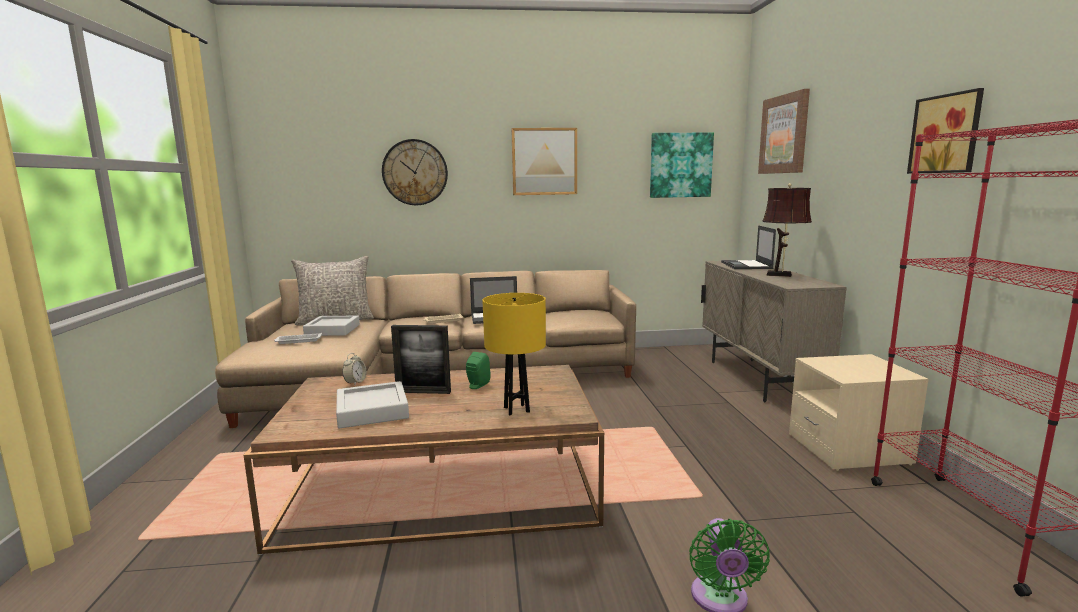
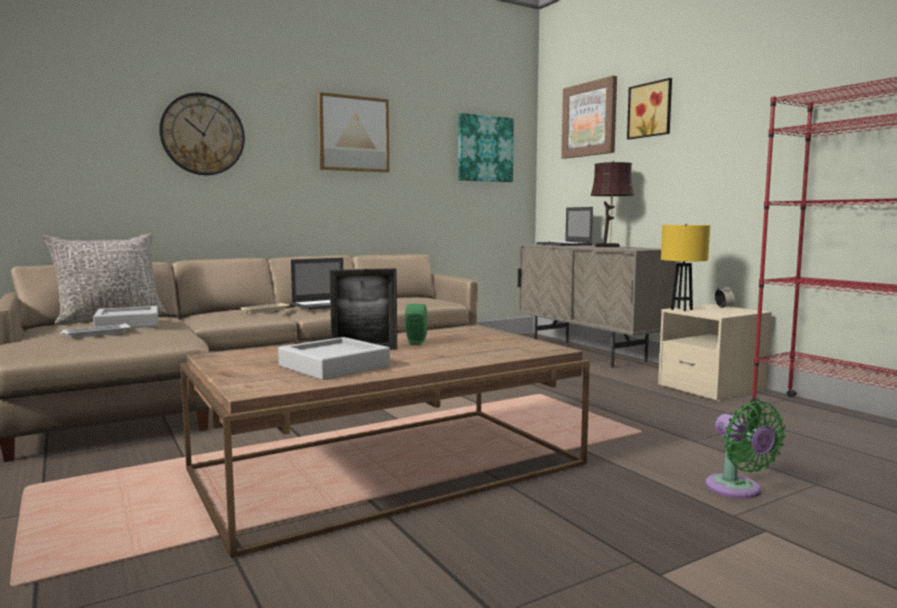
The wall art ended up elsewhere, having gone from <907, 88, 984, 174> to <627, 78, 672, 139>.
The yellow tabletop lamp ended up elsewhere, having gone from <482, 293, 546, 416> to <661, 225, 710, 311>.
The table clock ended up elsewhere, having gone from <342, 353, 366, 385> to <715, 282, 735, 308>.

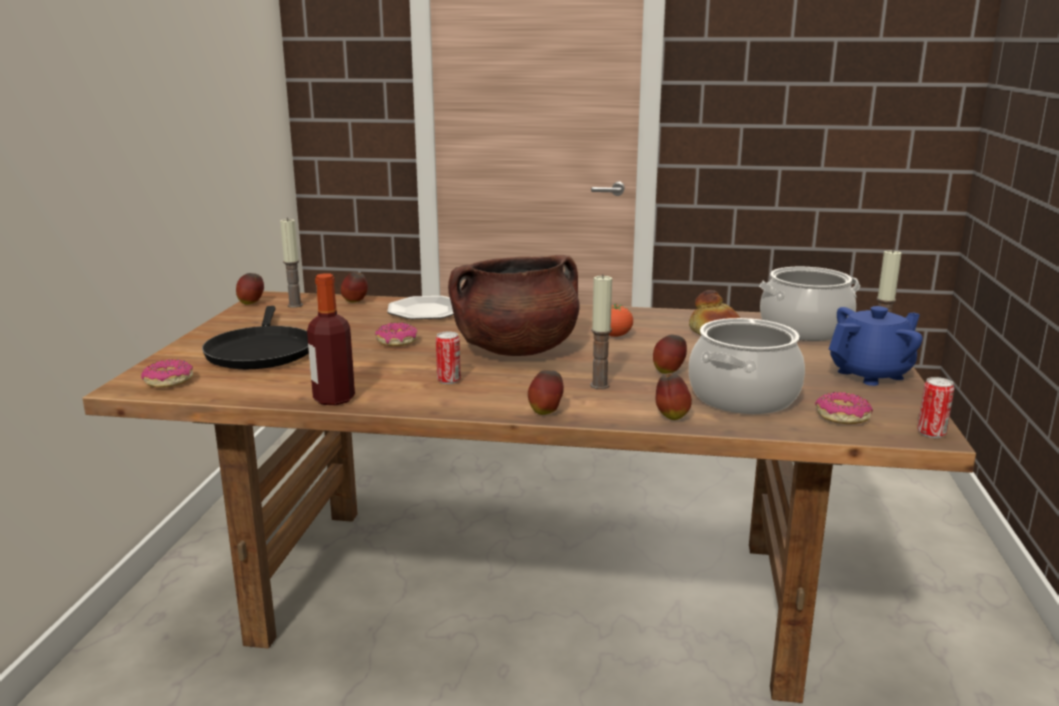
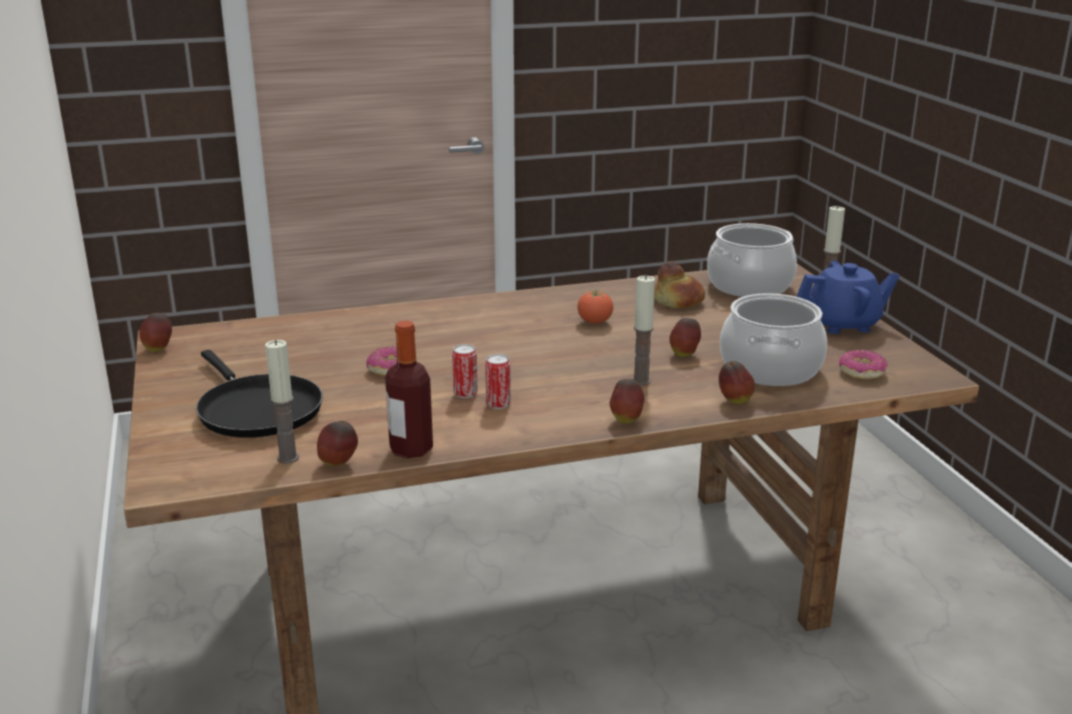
The candle ended up elsewhere, having gone from <280, 218, 303, 308> to <265, 340, 299, 464>.
The whole apple ended up elsewhere, having gone from <341, 272, 368, 302> to <317, 421, 358, 466>.
The metal can ended up elsewhere, having gone from <917, 377, 954, 438> to <452, 344, 478, 398>.
The blue pot for tea at <829, 306, 923, 386> ended up facing another way, 45 degrees clockwise from before.
The second view lost the ring doughnut at <141, 359, 193, 388>.
The second view lost the flat dish at <387, 296, 454, 319>.
The second view lost the brown saucepot at <448, 255, 580, 356>.

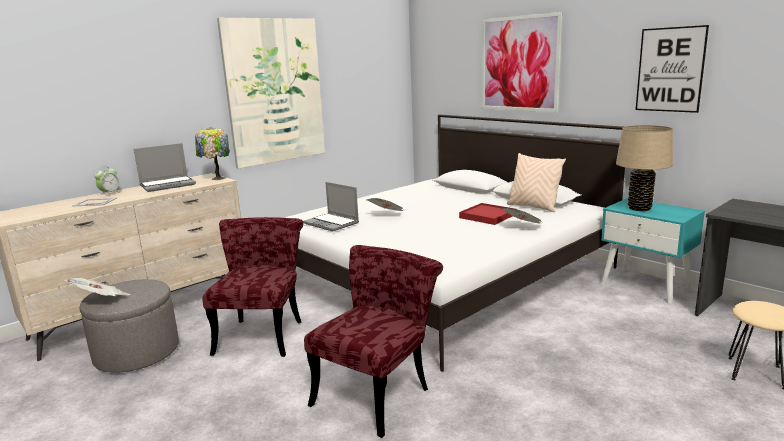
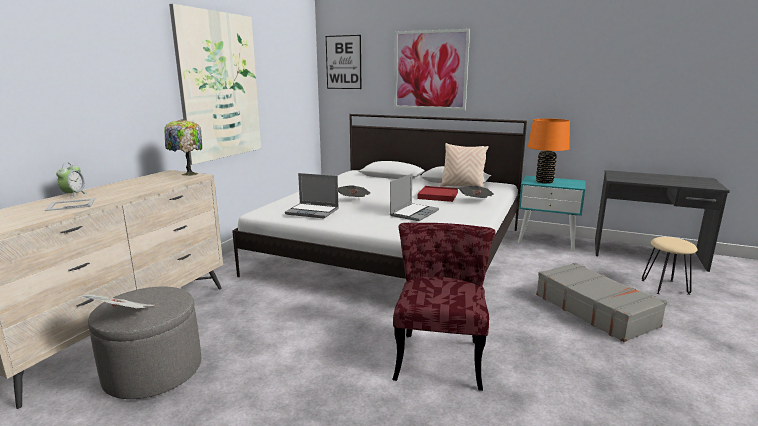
The wall art ended up elsewhere, having gone from <636, 25, 709, 113> to <326, 35, 361, 89>.
The portable computer ended up elsewhere, having gone from <134, 143, 196, 192> to <390, 174, 439, 221>.
What was the beige tabletop lamp at <616, 125, 673, 211> turned into the orangey tabletop lamp at <528, 118, 570, 184>.
The second view gained the greyish piece of luggage at <536, 263, 667, 342>.
The second view lost the reddish plain chair at <202, 217, 304, 357>.

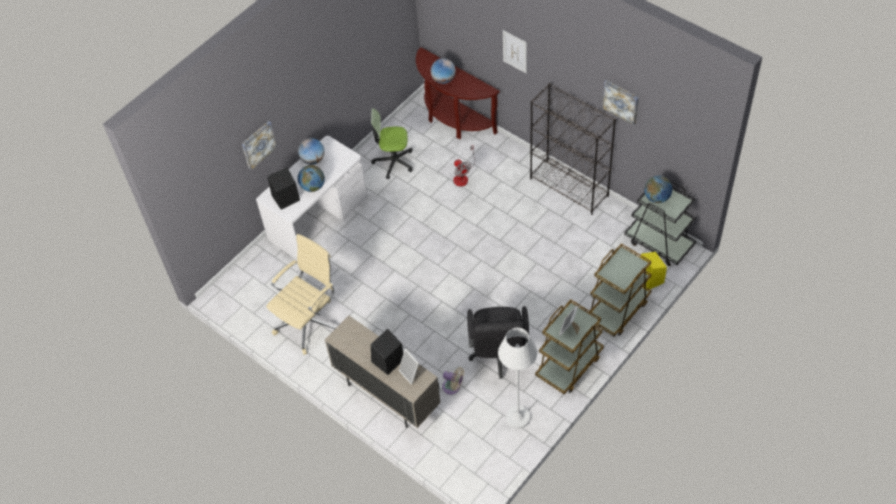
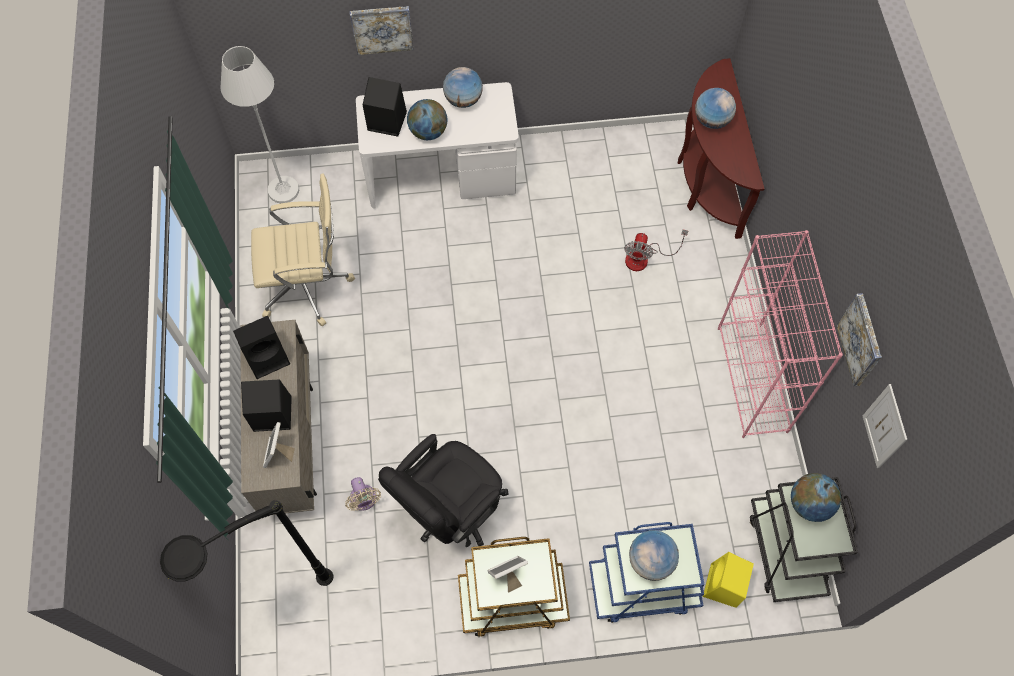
The second view gained the black standard lamp at <160, 500, 334, 586>.
The white standard lamp ended up elsewhere, having gone from <498, 328, 537, 429> to <220, 46, 299, 204>.
The second view gained the black loudspeaker at <233, 316, 290, 379>.
What was the brown trolley at <589, 243, 652, 336> turned into the blue trolley at <589, 522, 705, 623>.
The second view gained the world globe at <629, 530, 679, 581>.
What was the black shelving unit at <530, 83, 616, 215> turned into the pink-coloured shelving unit at <718, 230, 843, 438>.
The wall art ended up elsewhere, having gone from <503, 30, 527, 73> to <863, 384, 907, 468>.
The second view lost the office chair at <371, 108, 413, 179>.

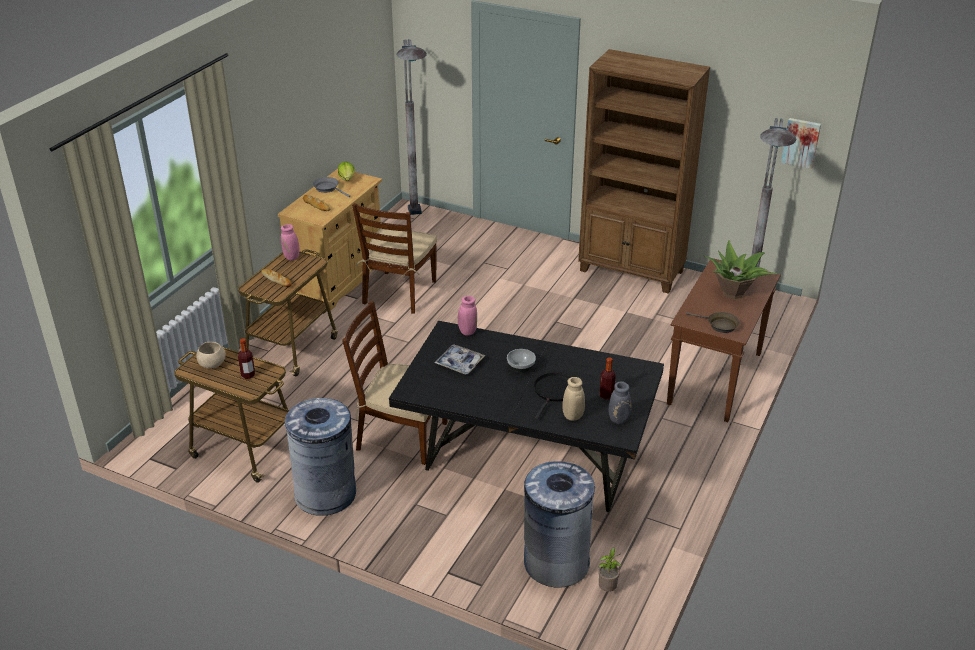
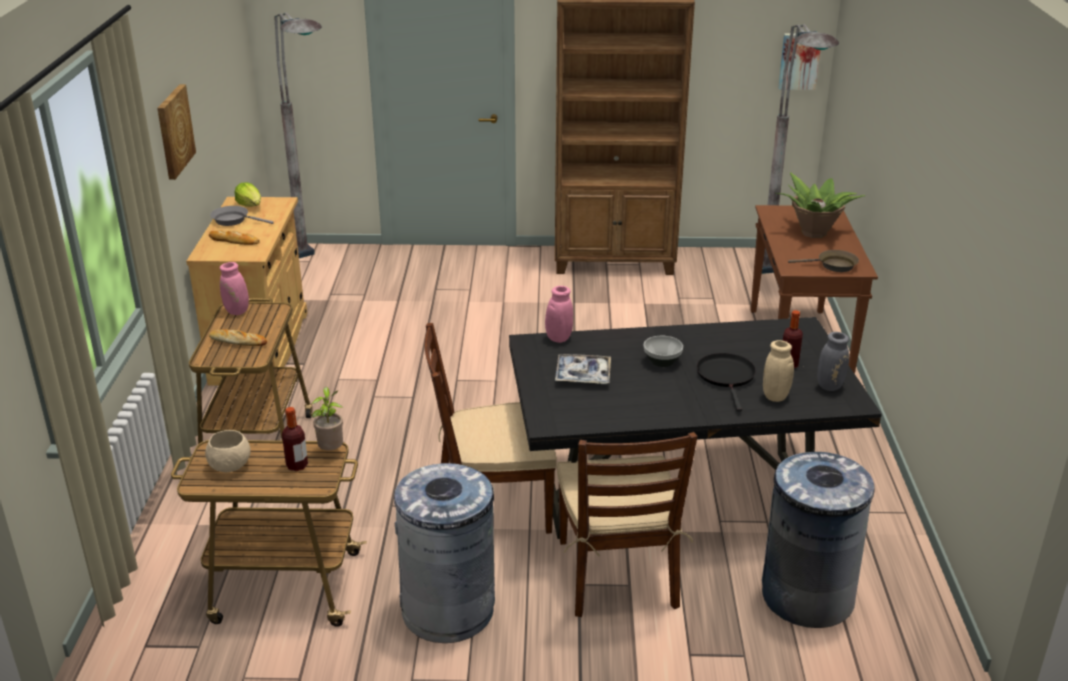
The second view gained the wall art at <157, 84, 196, 180>.
The houseplant ended up elsewhere, having gone from <598, 547, 621, 592> to <311, 387, 343, 450>.
The brown plain chair ended up elsewhere, having gone from <352, 203, 437, 313> to <557, 432, 698, 617>.

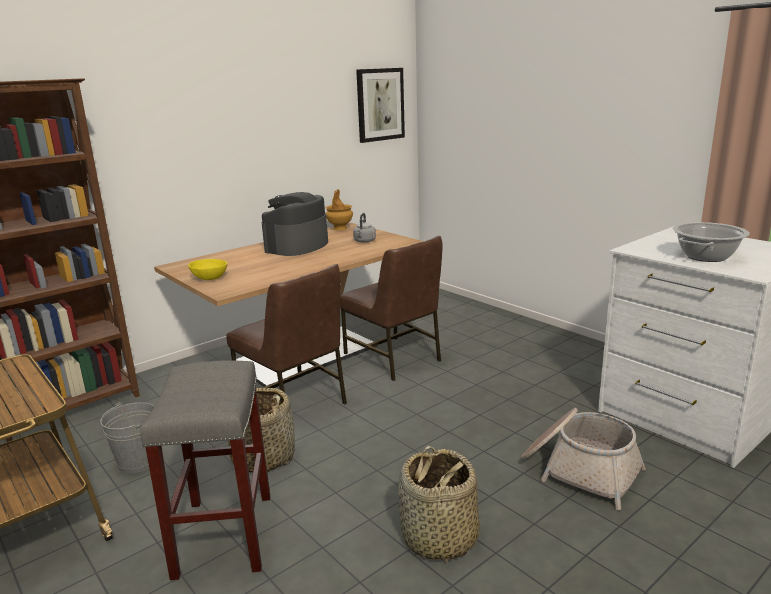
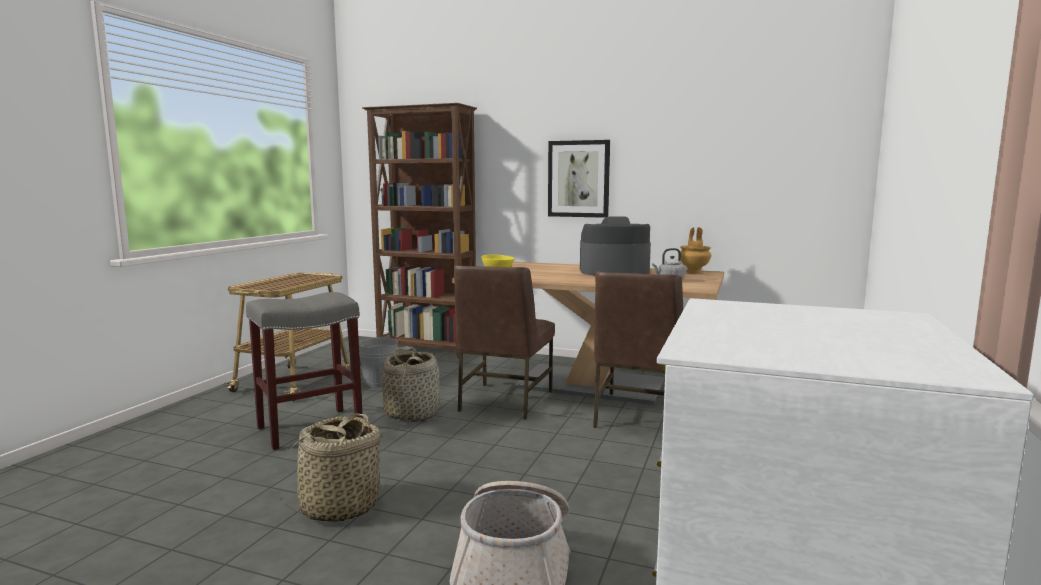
The wall art ended up elsewhere, having gone from <356, 68, 405, 143> to <548, 140, 610, 218>.
The second view lost the saucepot at <672, 222, 750, 262>.

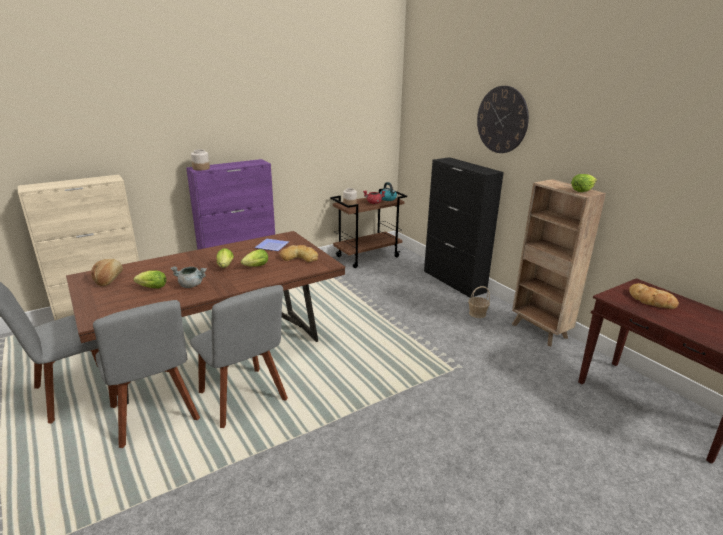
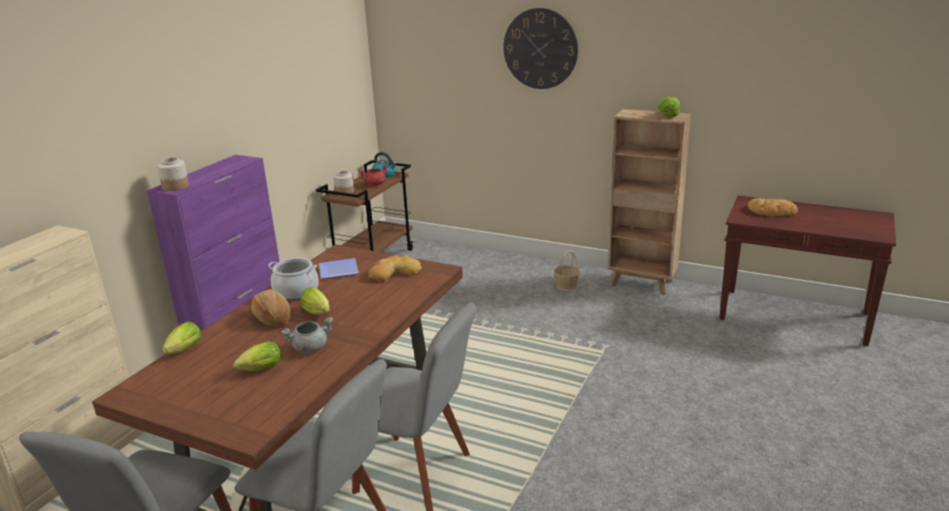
The lettuce head ended up elsewhere, having gone from <241, 249, 268, 267> to <162, 322, 201, 354>.
The baked bread ended up elsewhere, having gone from <91, 259, 123, 286> to <251, 289, 291, 327>.
The second view gained the saucepot at <268, 258, 319, 300>.
The second view lost the black cabinet at <424, 157, 504, 298>.

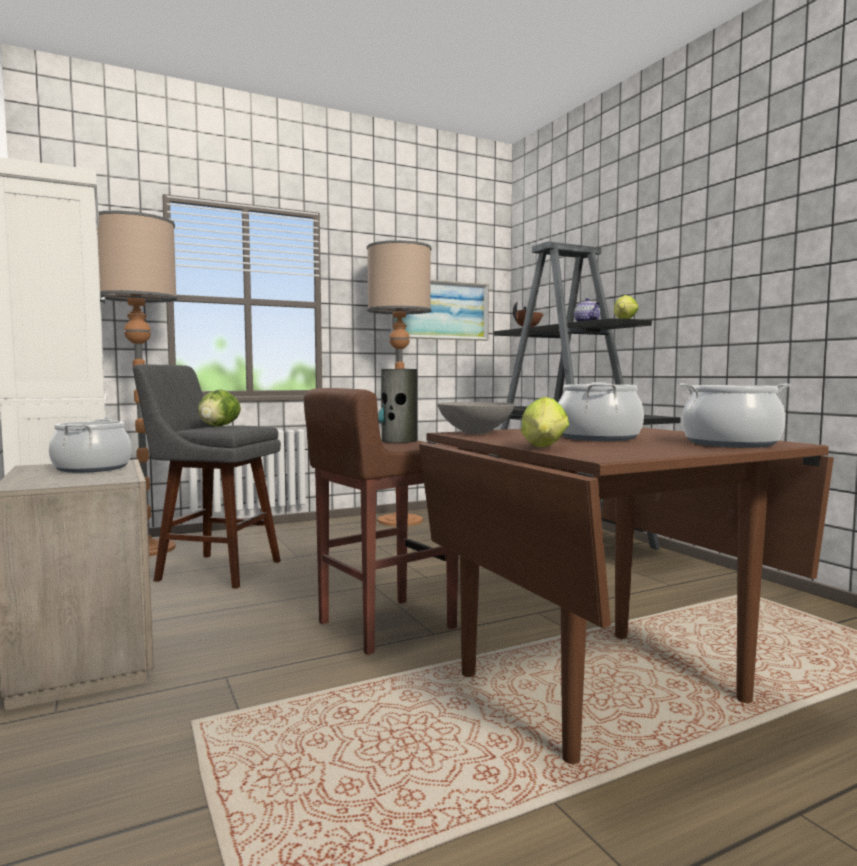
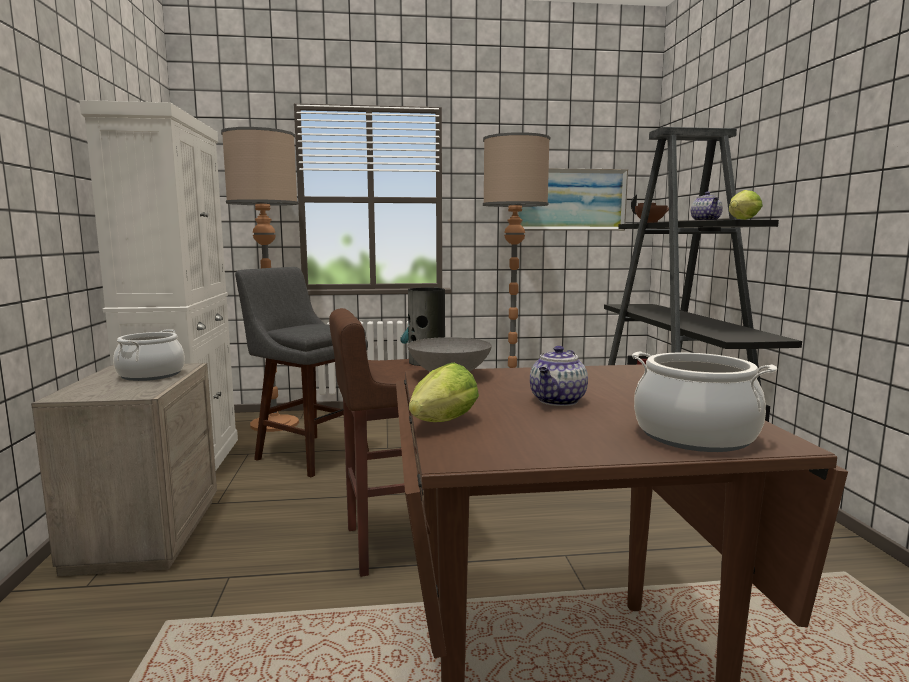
Where the saucepot stood at <558, 382, 644, 441>, the pot for tea came to stand at <530, 346, 588, 406>.
The second view lost the lettuce head at <198, 389, 241, 426>.

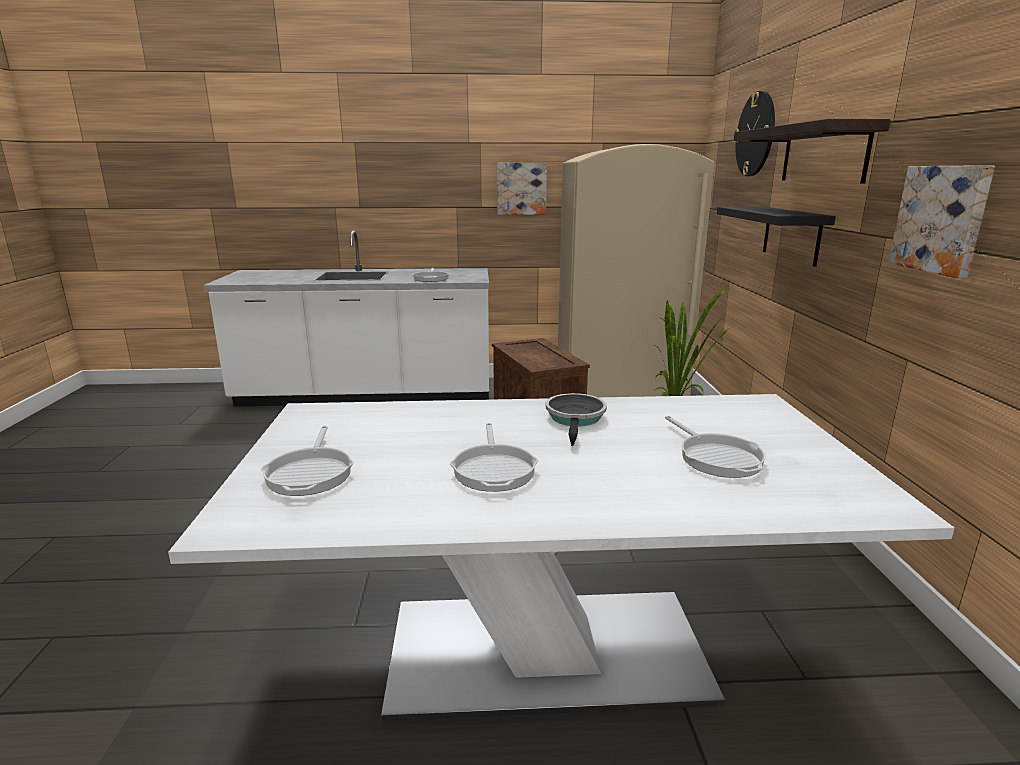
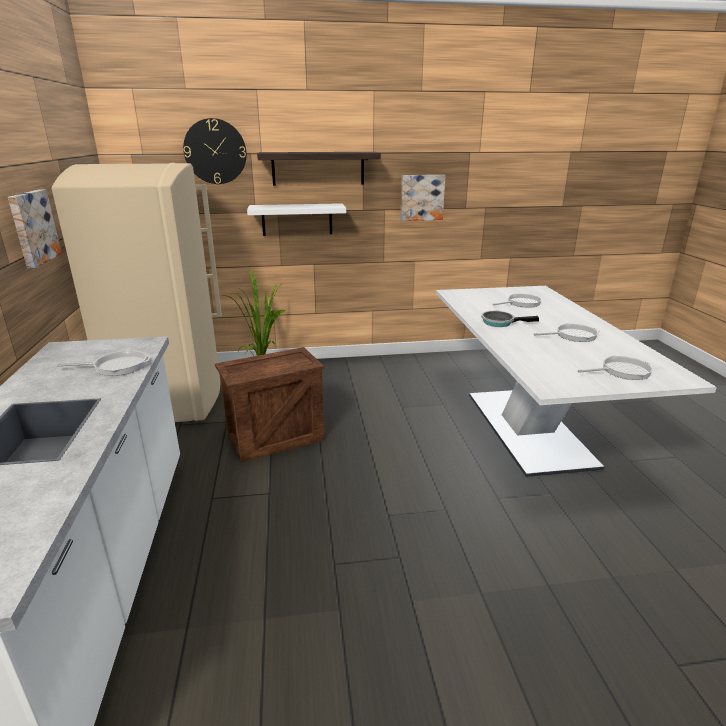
What was the black bracket shelf at <717, 207, 836, 267> turned into the white bracket shelf at <247, 203, 346, 236>.

